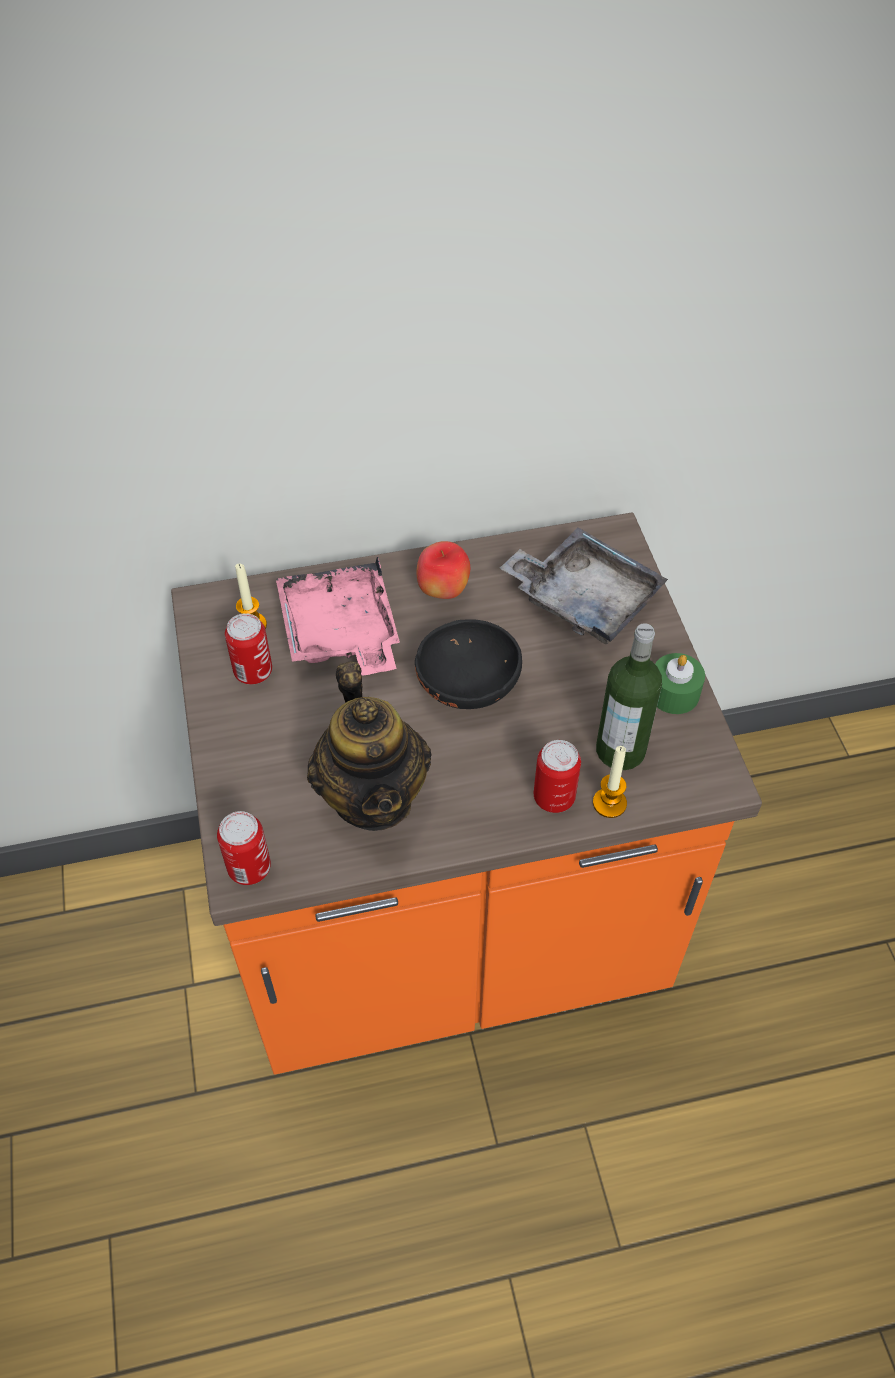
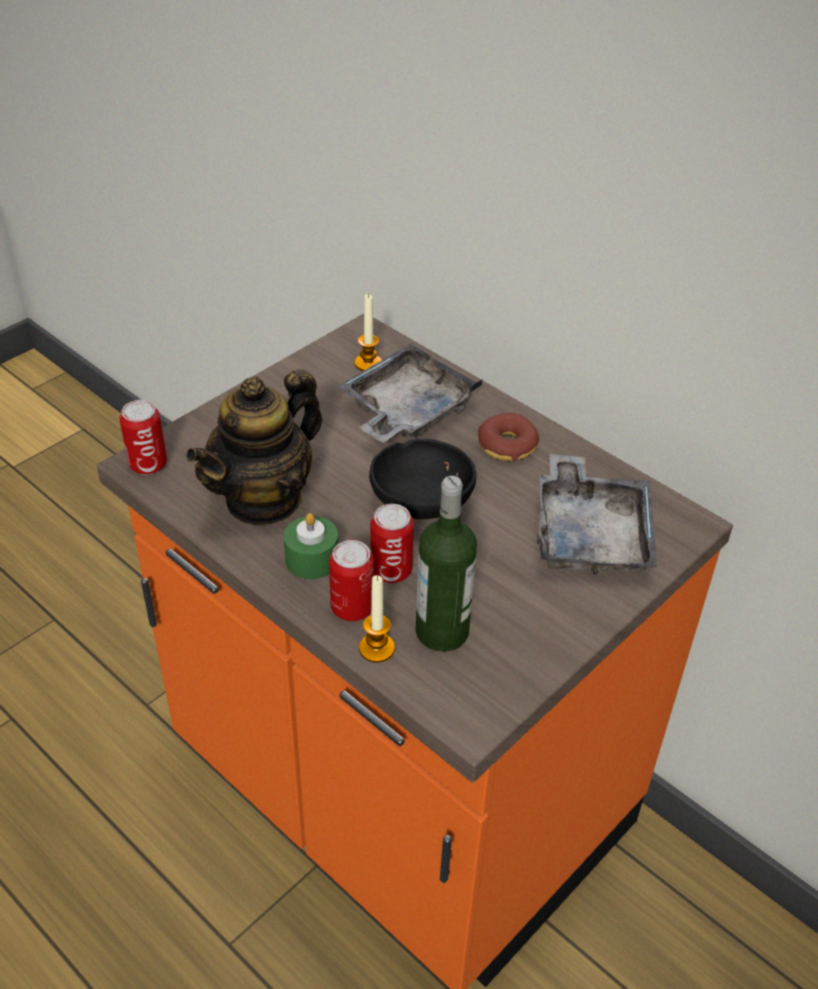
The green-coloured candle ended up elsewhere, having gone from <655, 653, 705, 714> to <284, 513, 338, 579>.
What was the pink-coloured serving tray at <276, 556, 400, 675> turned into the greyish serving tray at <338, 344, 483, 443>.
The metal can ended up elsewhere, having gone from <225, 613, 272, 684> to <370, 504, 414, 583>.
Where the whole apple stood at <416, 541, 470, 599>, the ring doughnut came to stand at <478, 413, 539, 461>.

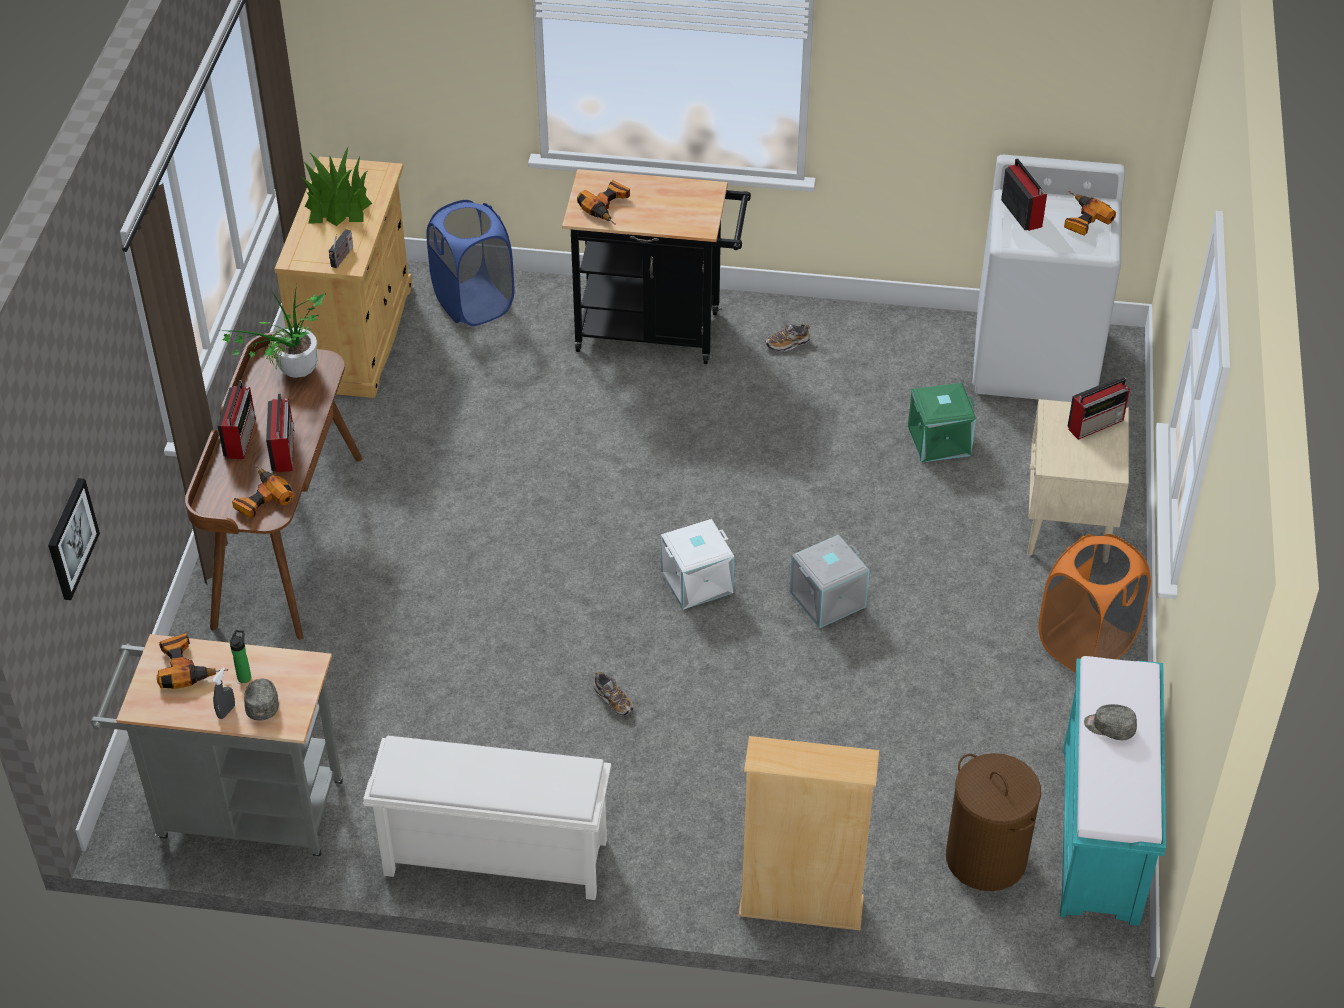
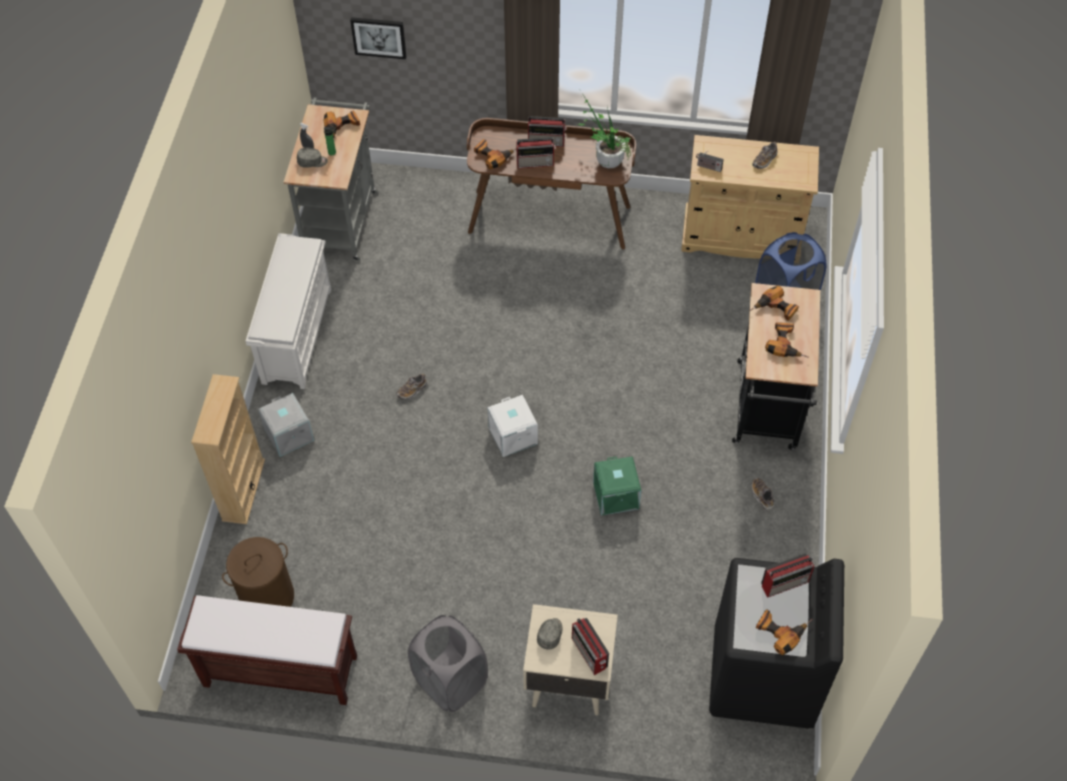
What was the turquoise bench at <1060, 656, 1166, 926> turned into the brown bench at <177, 595, 357, 705>.
The greyish storage bin ended up elsewhere, having gone from <790, 534, 870, 628> to <258, 393, 314, 457>.
What was the orangey laundry basket at <1039, 534, 1151, 672> turned into the greyish laundry basket at <408, 615, 488, 712>.
The greyish baseball cap ended up elsewhere, having gone from <1084, 704, 1137, 740> to <537, 618, 562, 650>.
The green-coloured storage bin ended up elsewhere, having gone from <908, 383, 976, 462> to <593, 456, 641, 515>.
What was the white washing machine at <972, 155, 1125, 402> turned into the black washing machine at <709, 558, 844, 729>.
Where the houseplant stood at <301, 147, 372, 226>, the low shoe came to stand at <752, 142, 778, 169>.
The second view gained the drill at <765, 322, 809, 358>.

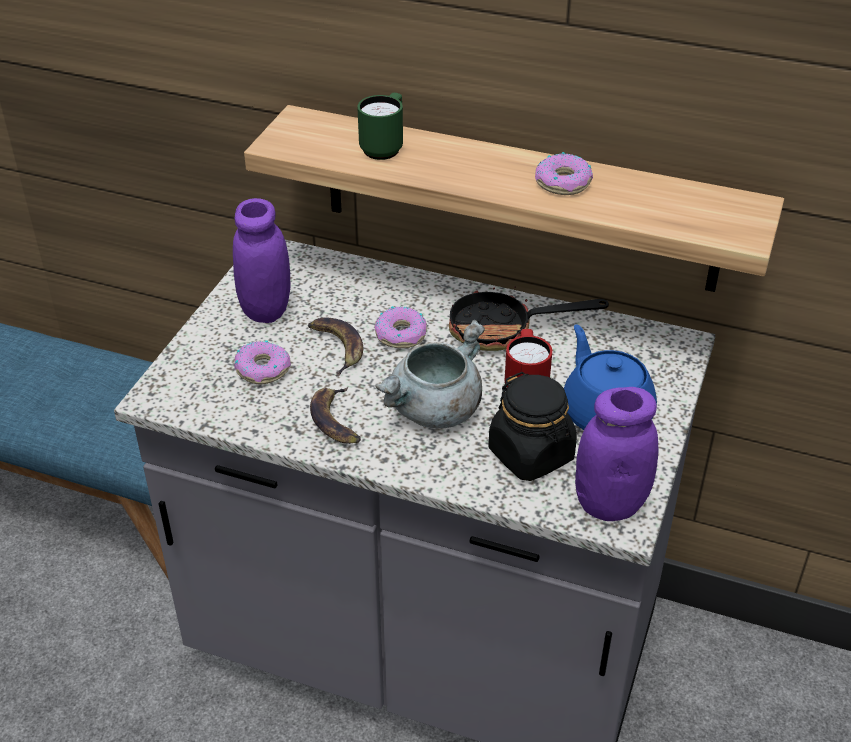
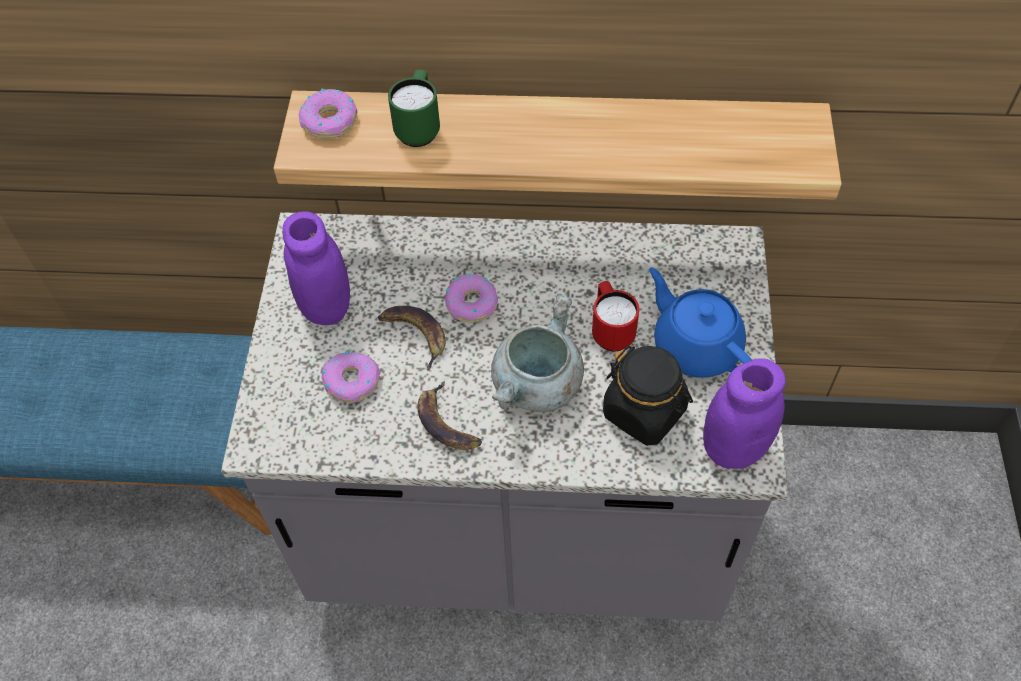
The ring doughnut ended up elsewhere, having gone from <535, 152, 593, 195> to <299, 89, 358, 138>.
The second view lost the skillet at <449, 277, 609, 351>.

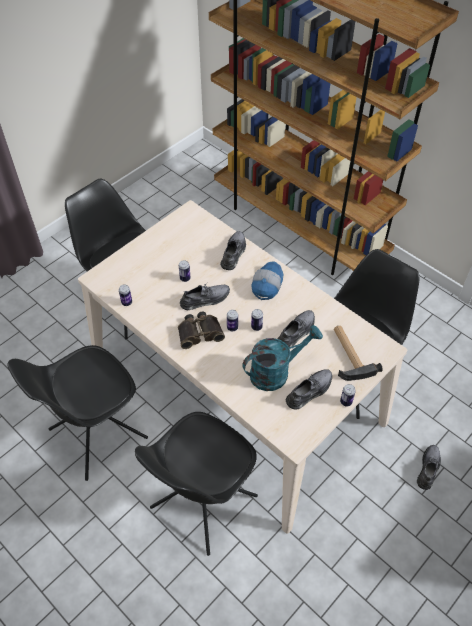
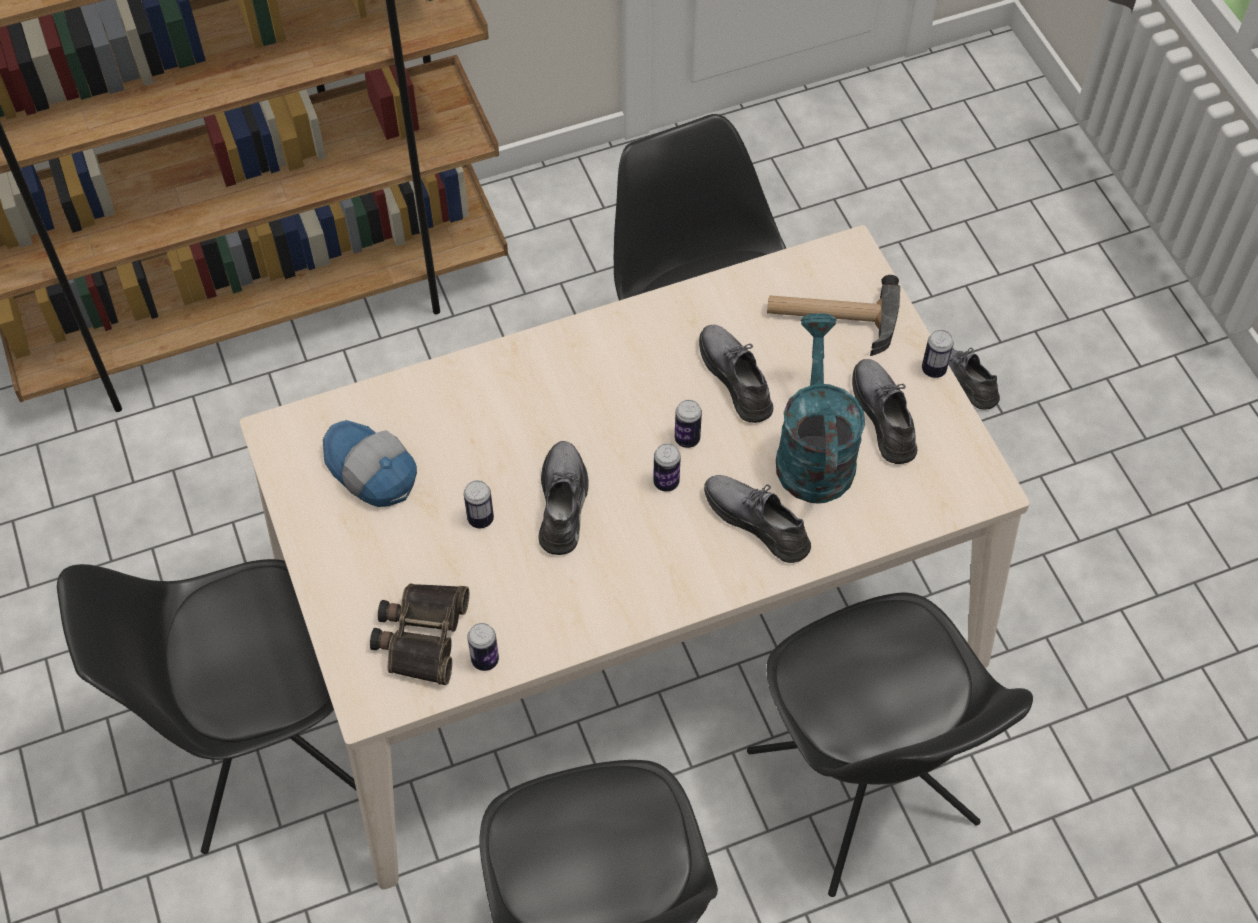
The baseball cap ended up elsewhere, having gone from <252, 262, 284, 300> to <323, 420, 417, 507>.
The field glasses ended up elsewhere, having gone from <178, 312, 225, 349> to <370, 583, 469, 685>.
The greyish low shoe ended up elsewhere, having gone from <220, 231, 246, 270> to <704, 475, 811, 563>.

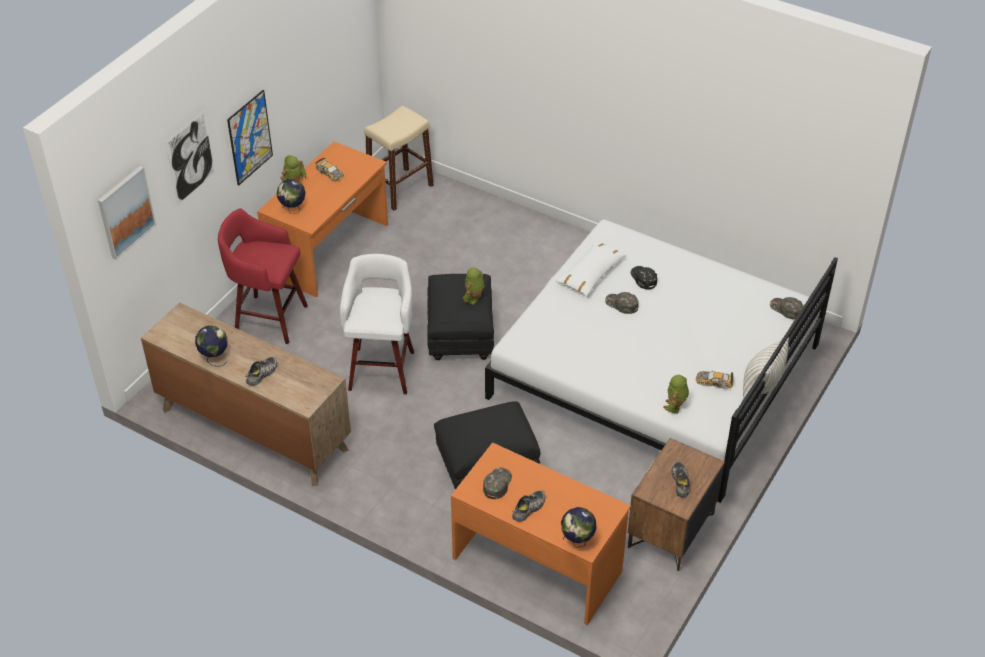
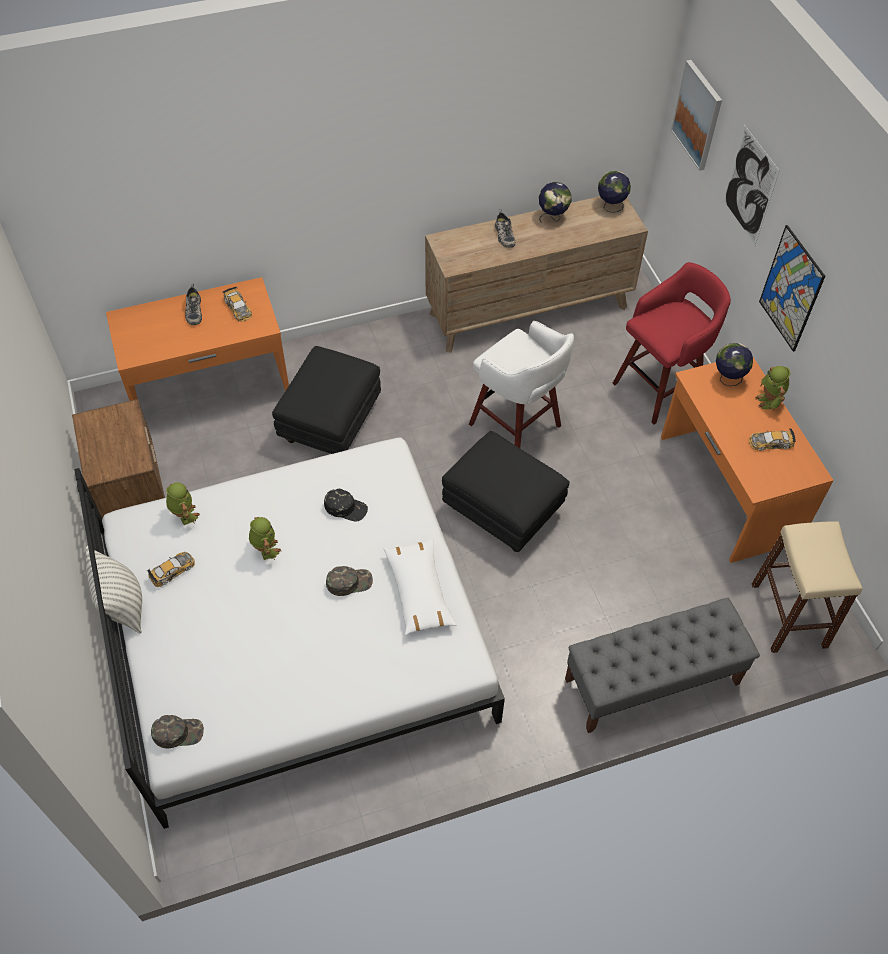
Where the green-coloured baseball cap stood at <483, 468, 512, 499>, the model car came to stand at <223, 287, 252, 322>.
The model robot ended up elsewhere, having gone from <463, 267, 484, 305> to <249, 517, 281, 560>.
The black baseball cap ended up elsewhere, having gone from <631, 266, 657, 289> to <324, 489, 368, 522>.
The second view gained the greyish bench at <565, 598, 760, 733>.
The world globe ended up elsewhere, having gone from <561, 507, 597, 548> to <598, 171, 631, 213>.
The second view lost the low shoe at <672, 461, 690, 497>.

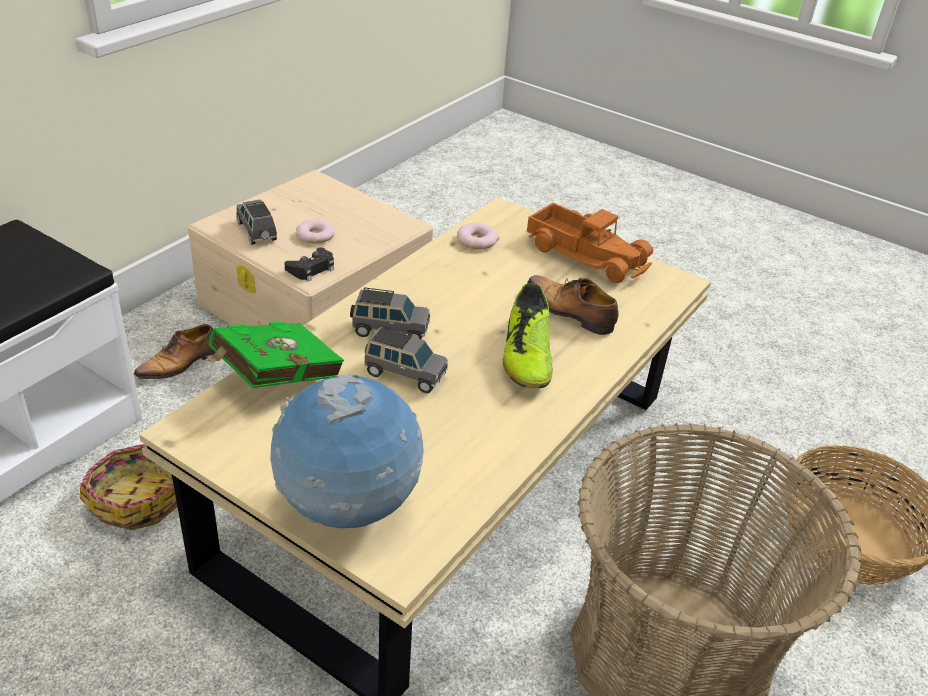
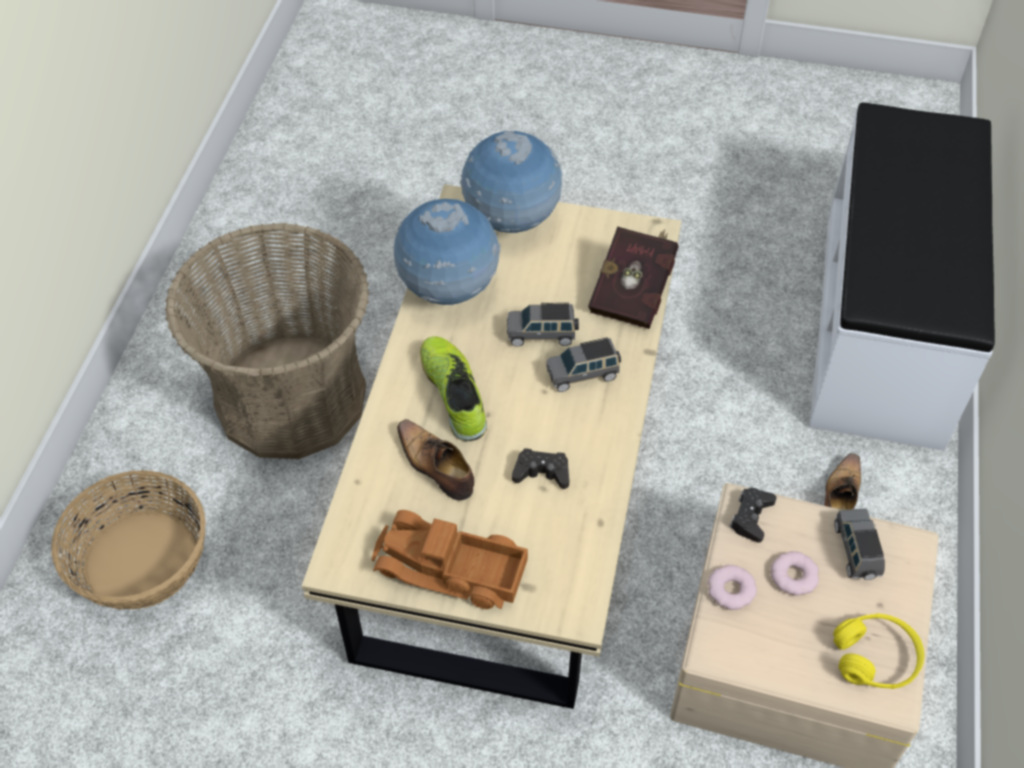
The second view gained the world globe at <394, 199, 501, 305>.
The low shoe at <527, 275, 619, 335> ended up facing another way, 150 degrees counterclockwise from before.
The second view gained the black gamepad at <512, 448, 569, 489>.
What was the green-coloured book at <204, 322, 344, 388> turned into the reddish book at <588, 226, 679, 329>.
The ring doughnut ended up elsewhere, having gone from <457, 223, 500, 249> to <708, 565, 757, 610>.
The second view gained the yellow pair of headphones at <833, 613, 924, 689>.
The greyish model car at <236, 199, 277, 245> ended up facing another way, 135 degrees counterclockwise from before.
The second view lost the basket at <80, 444, 177, 530>.

